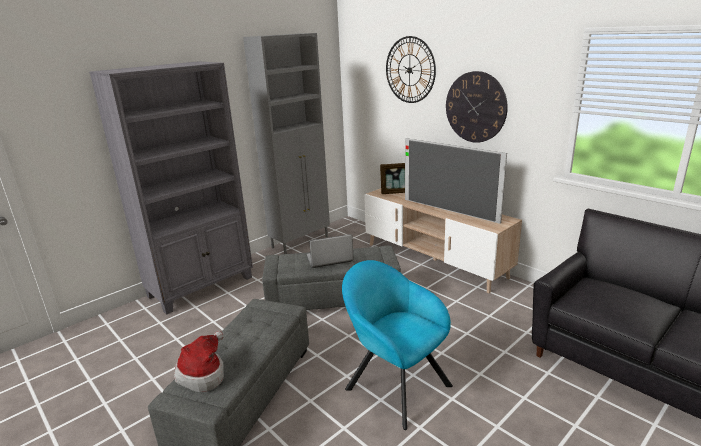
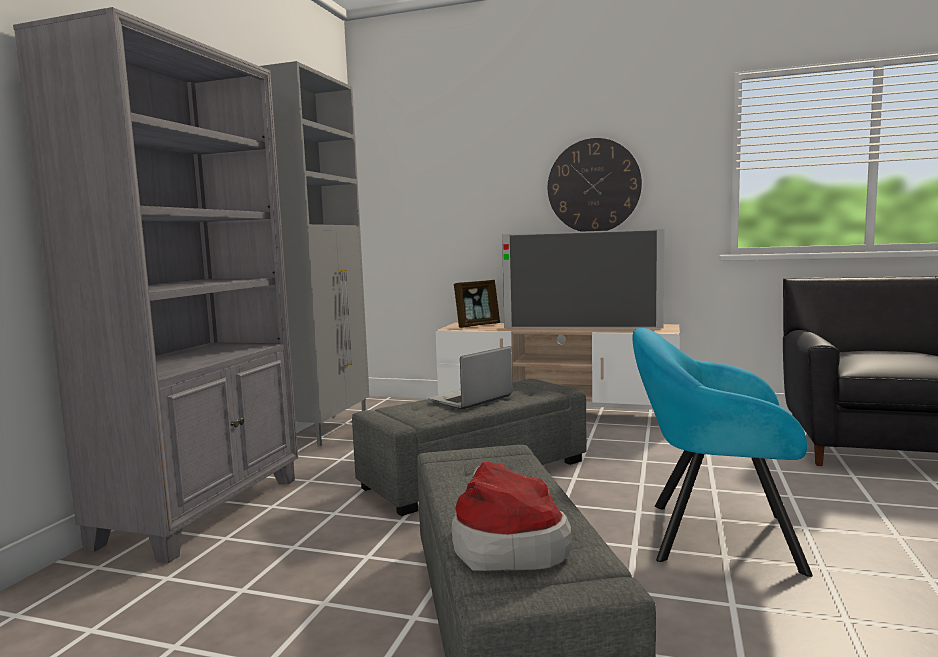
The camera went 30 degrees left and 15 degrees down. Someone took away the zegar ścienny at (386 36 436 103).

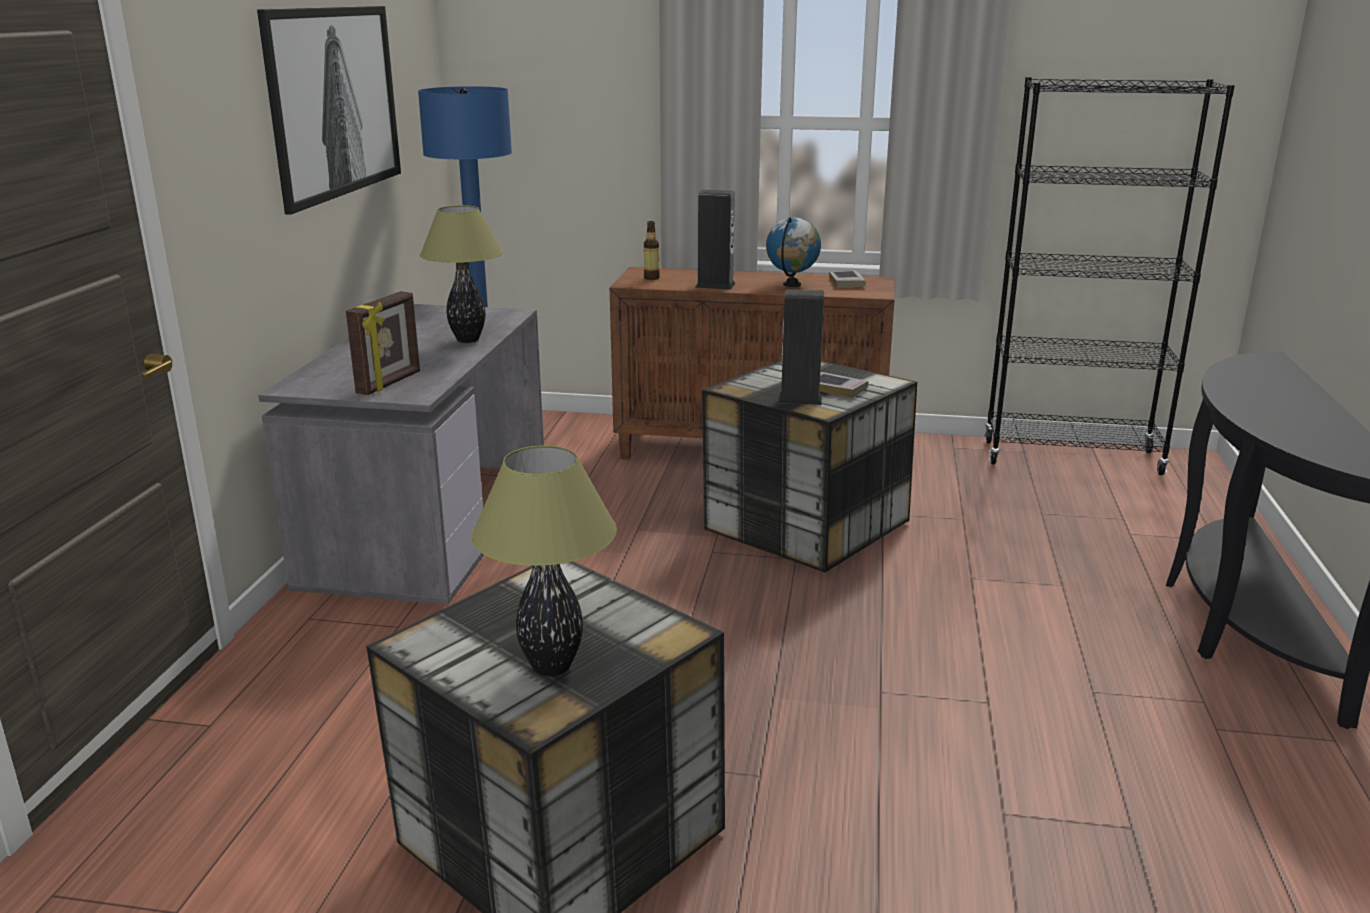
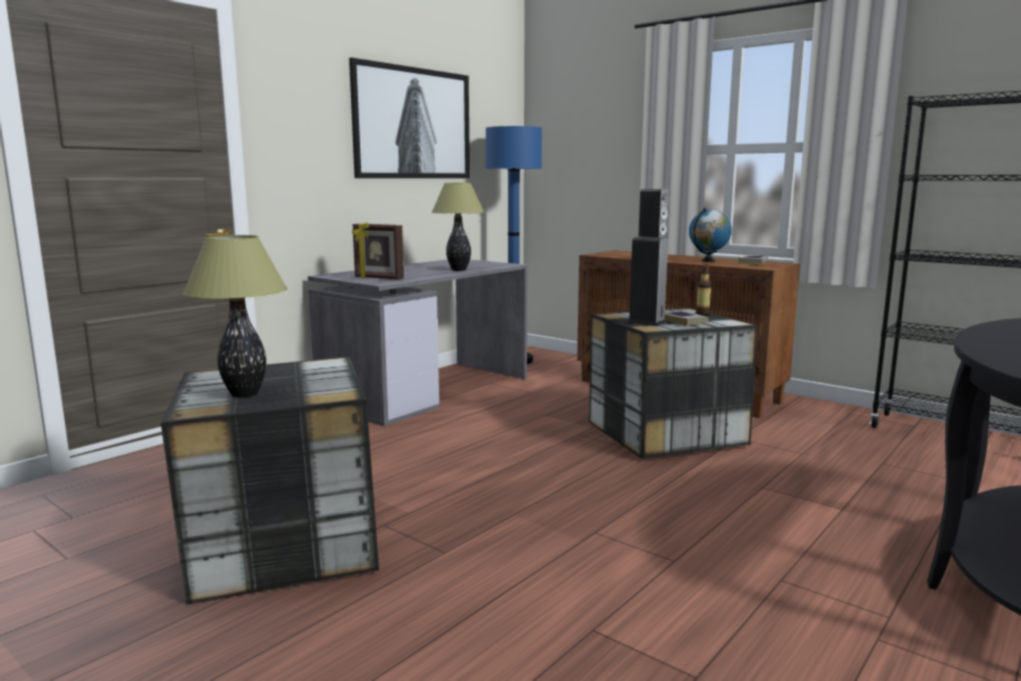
The camera went 30 degrees right and 10 degrees down. Someone carried the butelka from (644 221 660 280) to (696 265 711 315). Someone rotated the ramka na zdjęcie at (346 291 420 395) by 60 degrees clockwise.

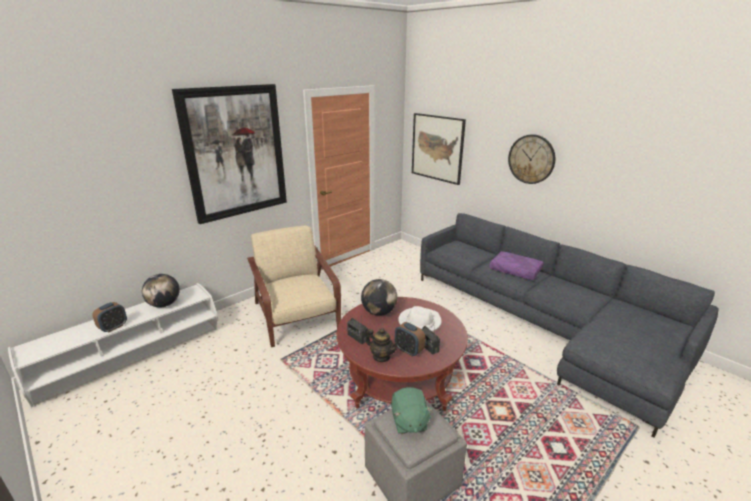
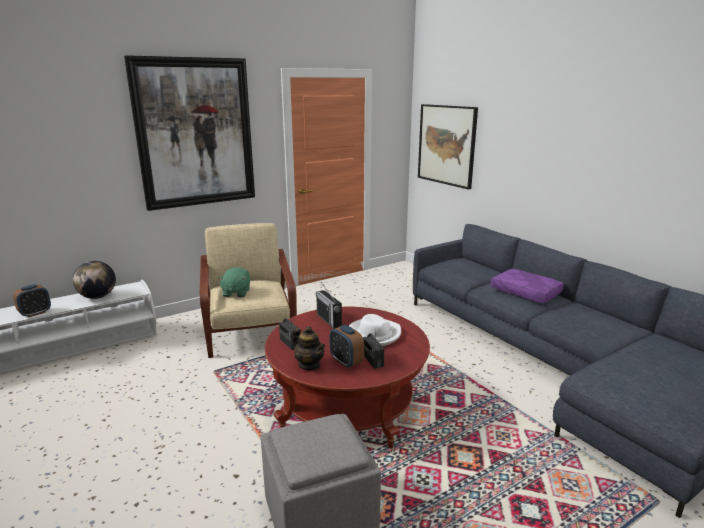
The camera went 10 degrees right and 5 degrees down. Someone took away the zegar ścienny at (508 134 555 184). Someone carried the pluszak/zielony from (391 387 433 434) to (218 267 250 297). Someone swapped the globus at (361 279 397 316) for the radio at (316 282 342 329).

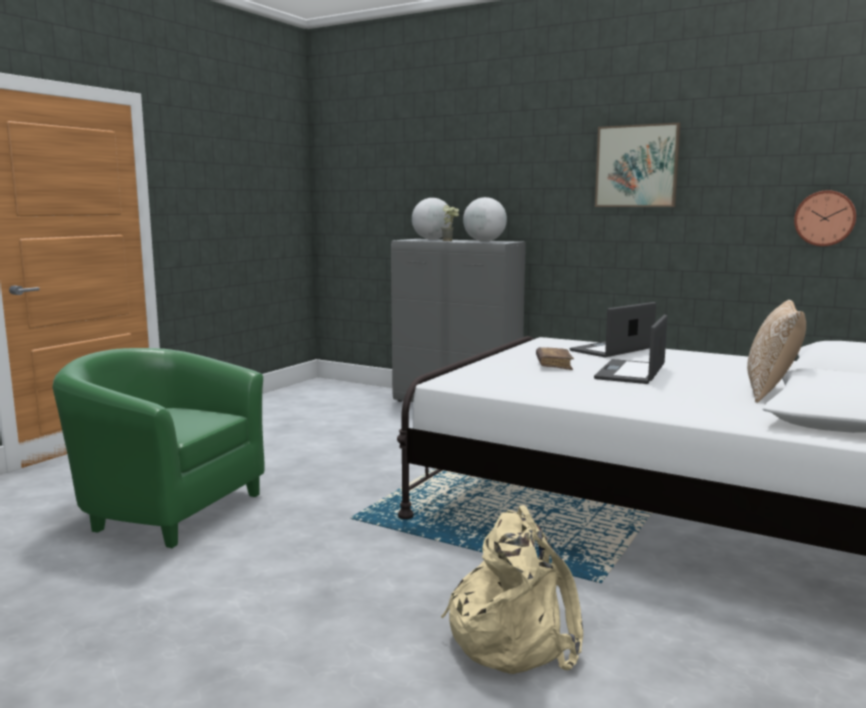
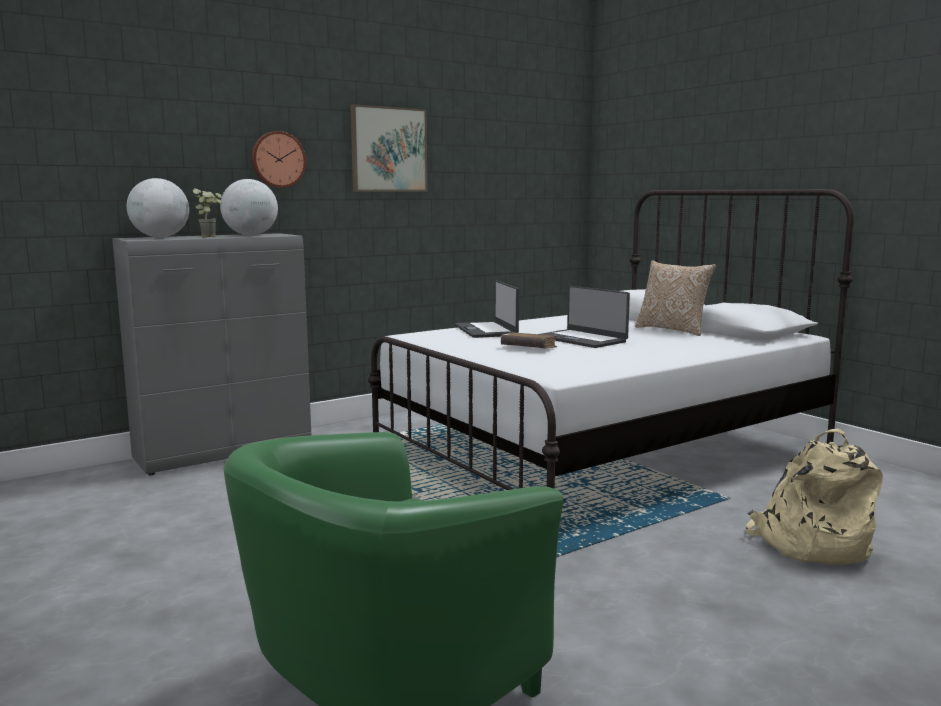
The camera went 65 degrees left and 0 degrees up. Someone carried the zegar ścienny from (794 190 856 246) to (251 131 306 188).

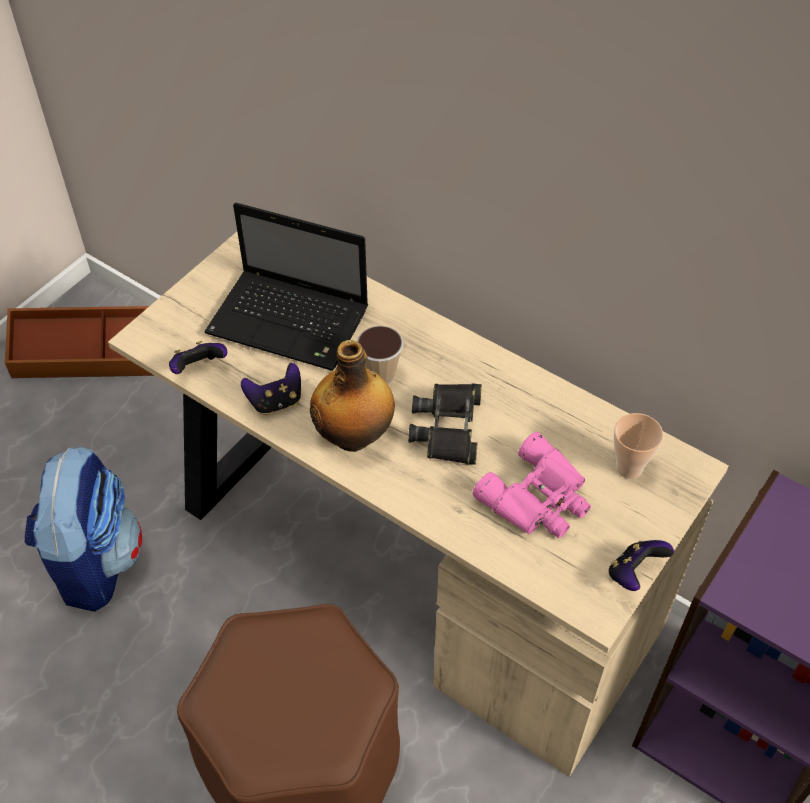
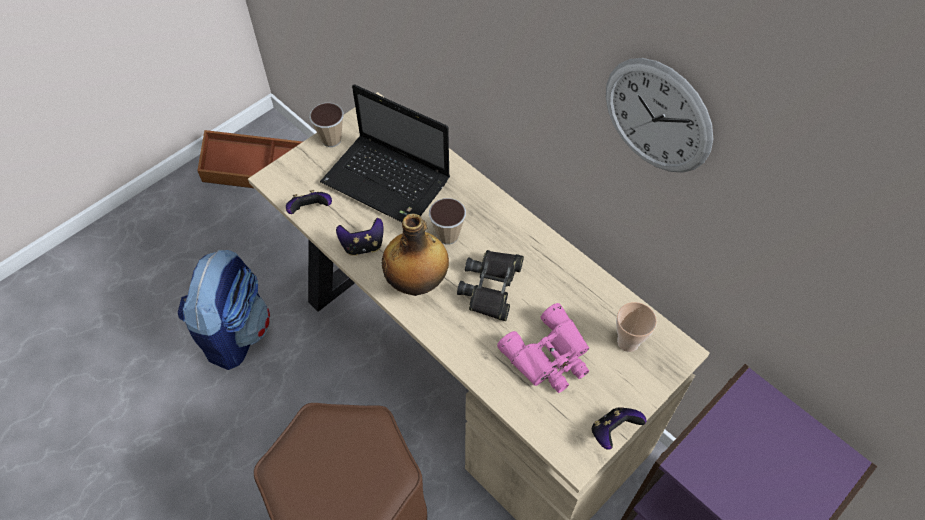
The camera went 10 degrees right and 5 degrees up. Someone put down the filiżanka at (309 103 344 147). Someone put up the zegar ścienny at (606 58 714 173).

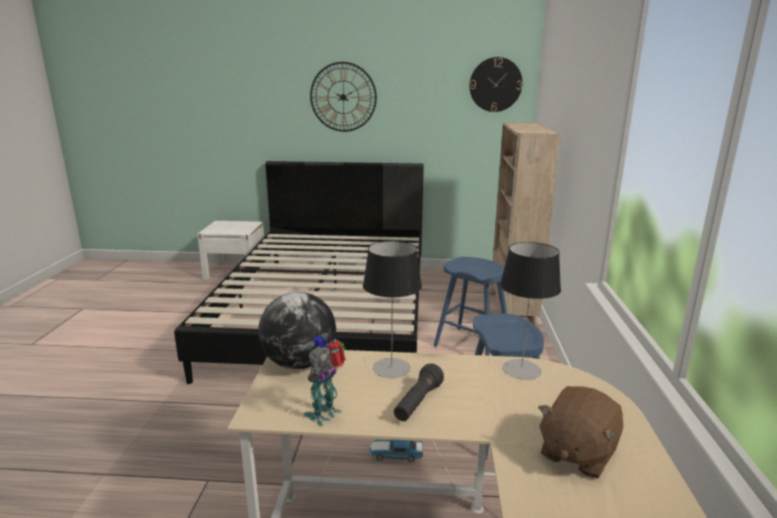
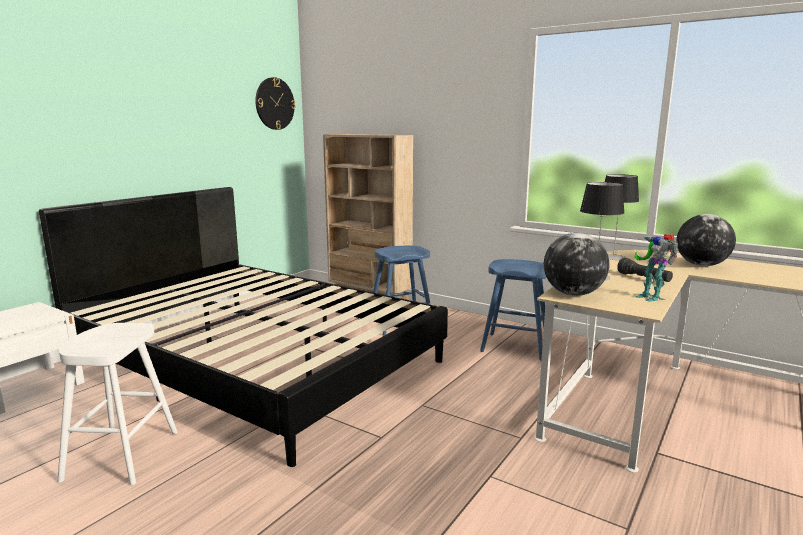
The camera went 60 degrees left and 5 degrees down. Someone took away the zegar ścienny at (310 62 377 132). Someone took away the samochodzik at (368 439 423 462). Someone put down the stołek/biały at (57 323 178 485). Someone swapped the pluszak/brązowy at (538 386 623 478) for the globus at (676 214 736 266).

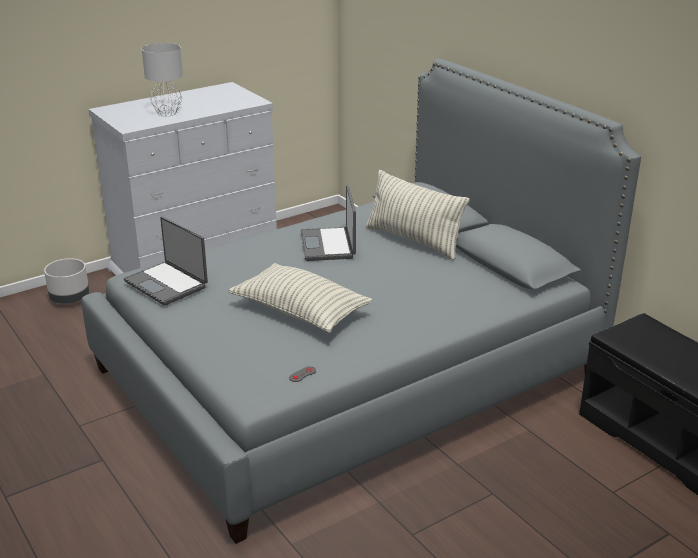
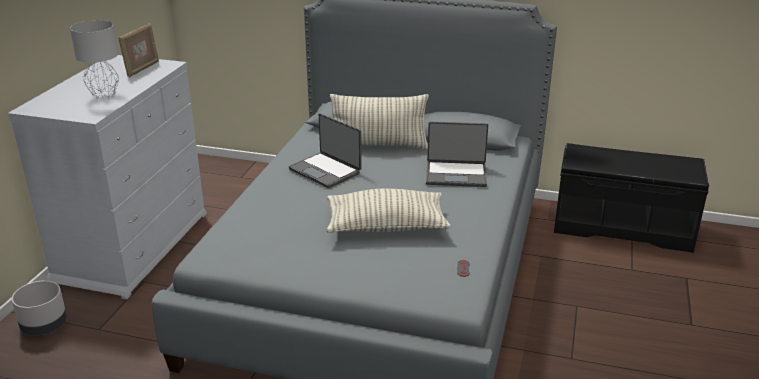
The camera went 40 degrees left and 0 degrees up. Someone put down the ramka na zdjęcie at (118 23 159 78). Someone carried the laptop from (124 217 208 306) to (426 121 488 187).

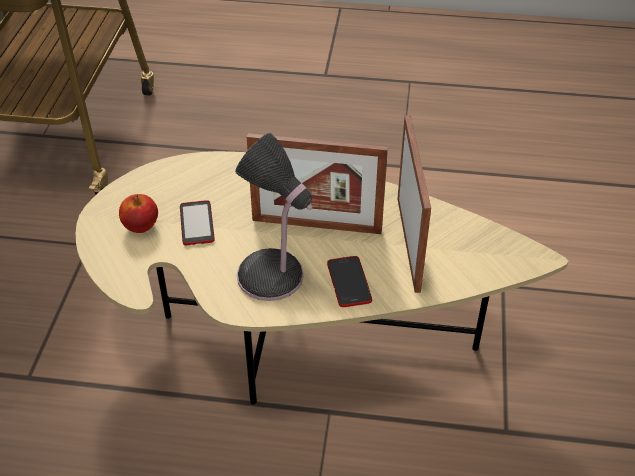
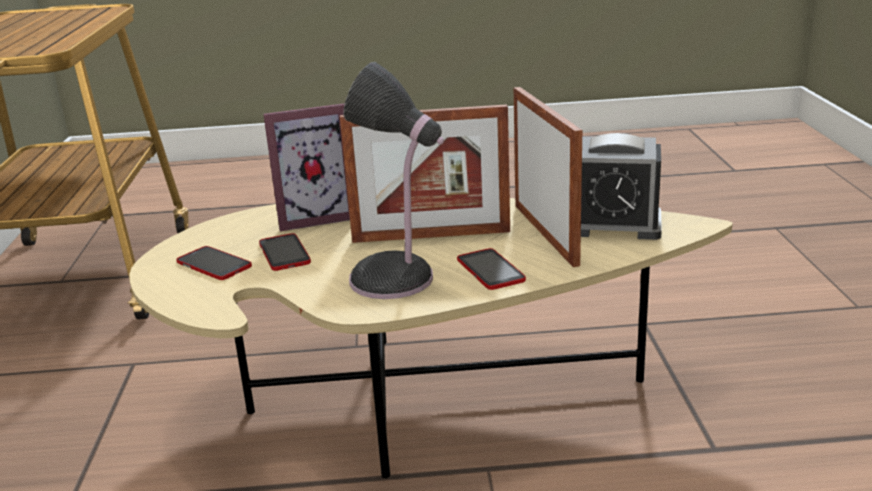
The camera went 10 degrees left and 20 degrees down. Someone put down the ramka na zdjęcie at (263 103 350 231). Someone put down the budzik at (581 133 662 240). Someone swapped the jabłko at (119 194 158 233) for the telefon at (176 246 252 280).

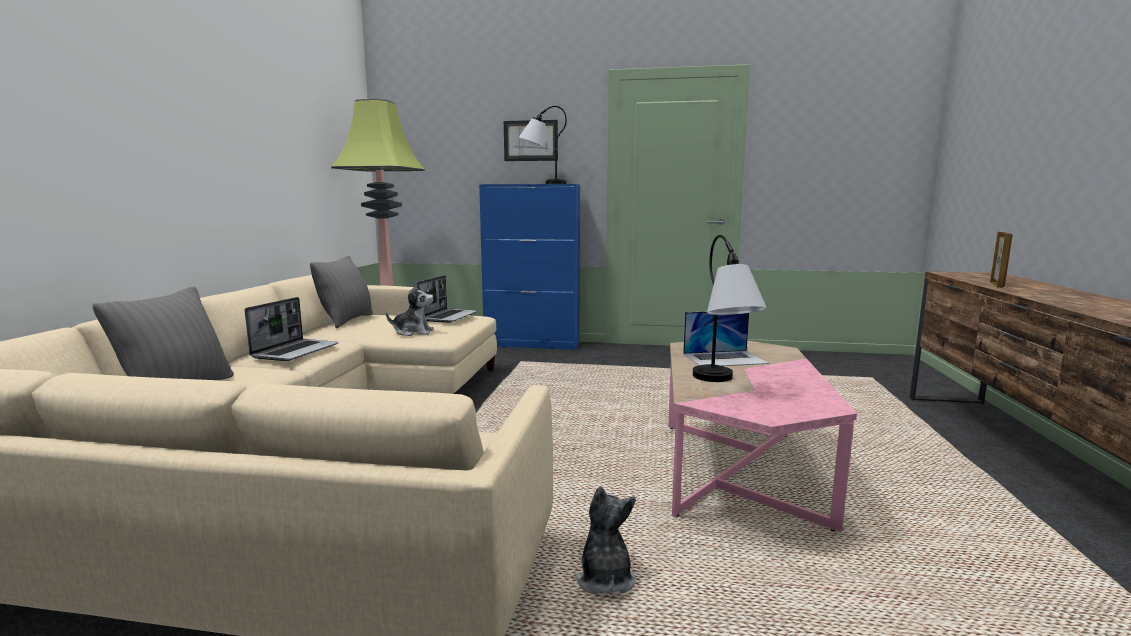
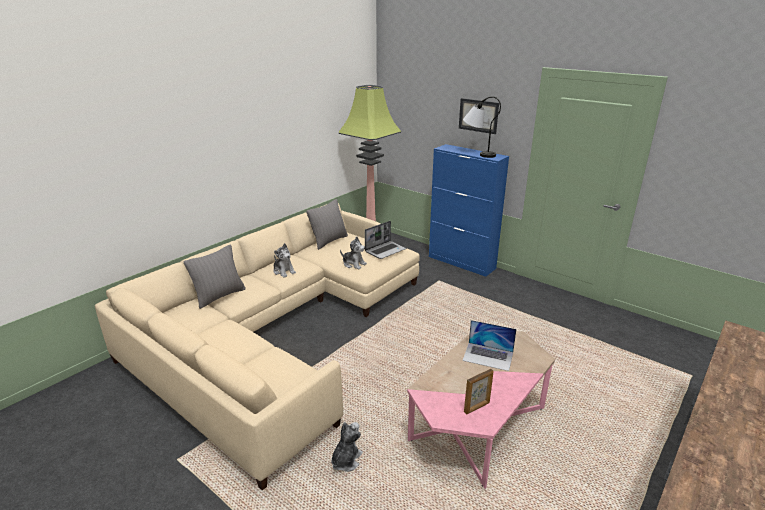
The camera went 30 degrees right and 15 degrees up. Someone took away the lampa stołowa at (693 235 767 382). Someone carried the ramka na zdjęcie from (990 232 1013 288) to (464 369 494 414). Someone swapped the laptop at (245 297 339 361) for the pluszak at (273 243 296 278).

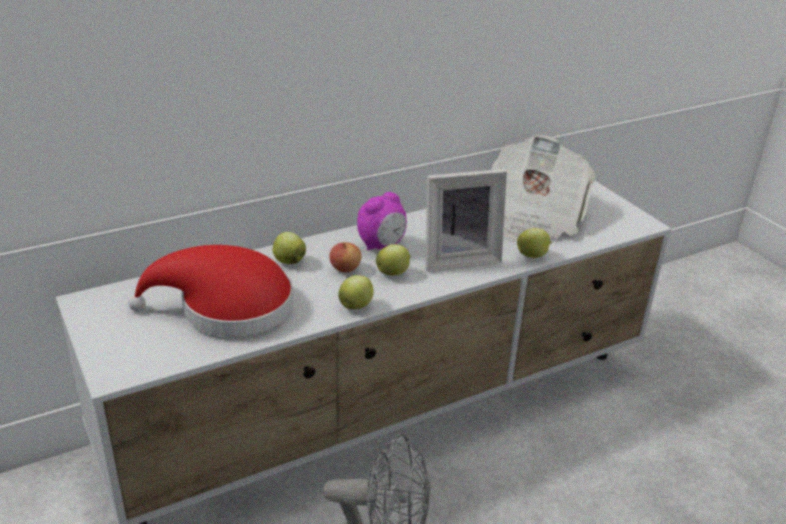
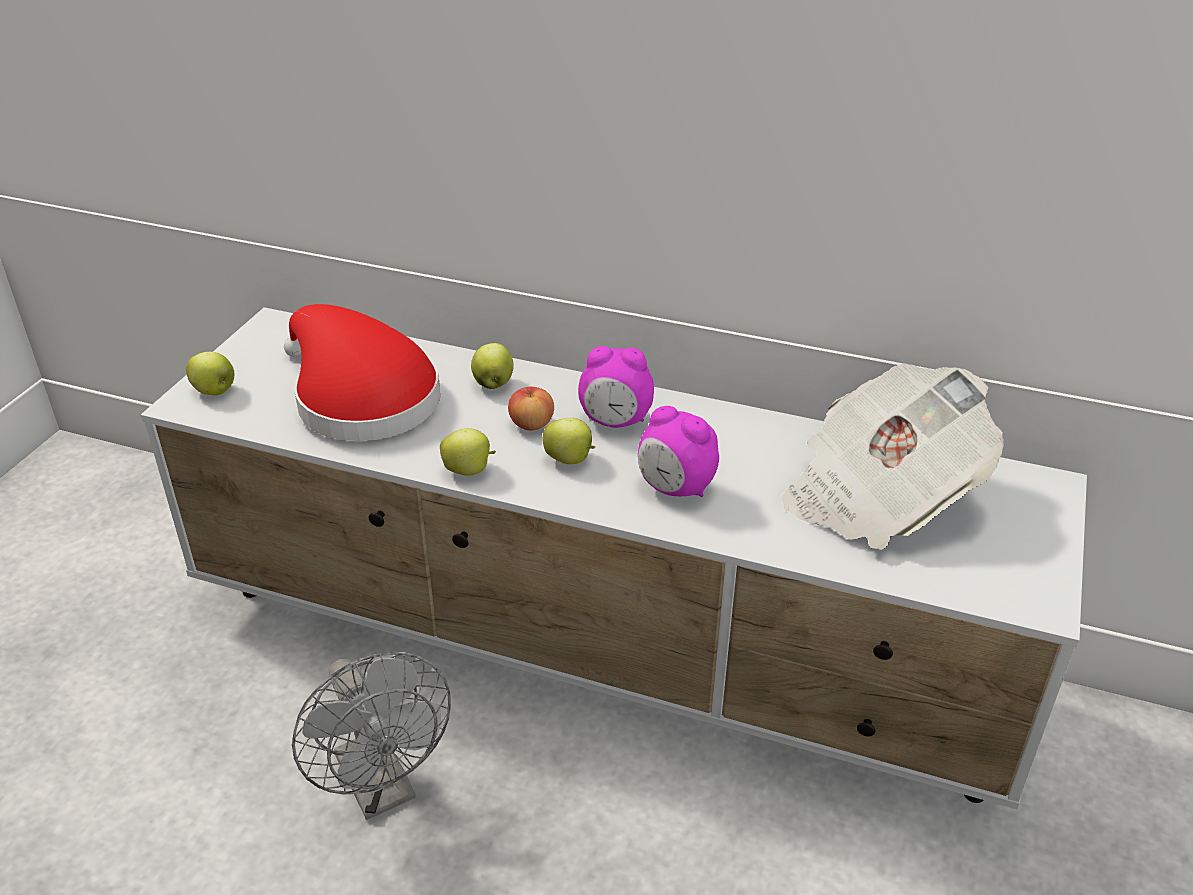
The camera went 50 degrees right and 5 degrees up. Someone carried the jabłko from (517 228 552 258) to (186 352 234 395). Someone swapped the ramka na zdjęcie at (426 169 507 271) for the budzik at (638 406 719 497).

